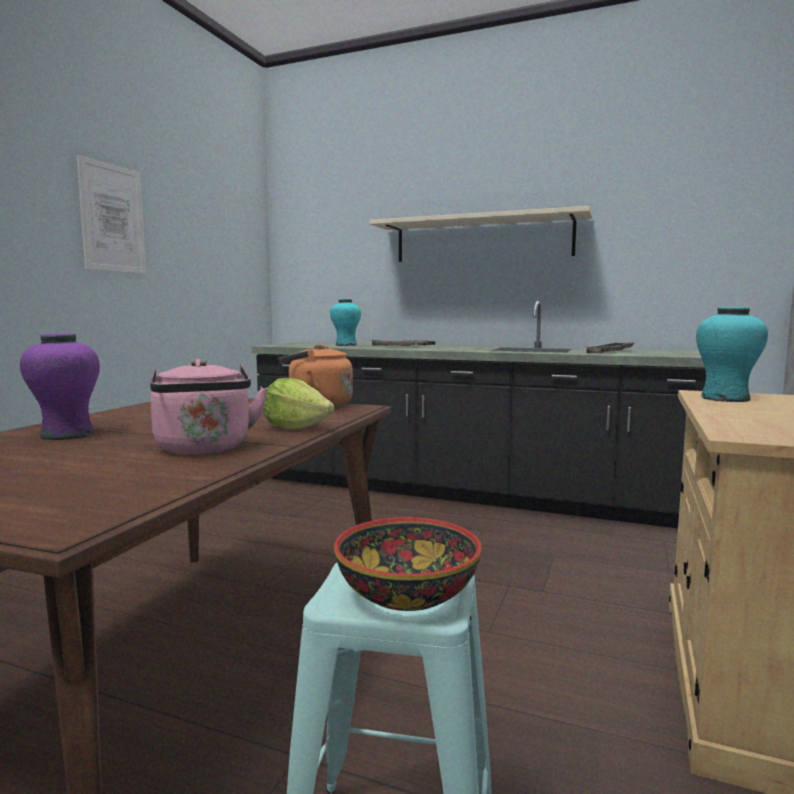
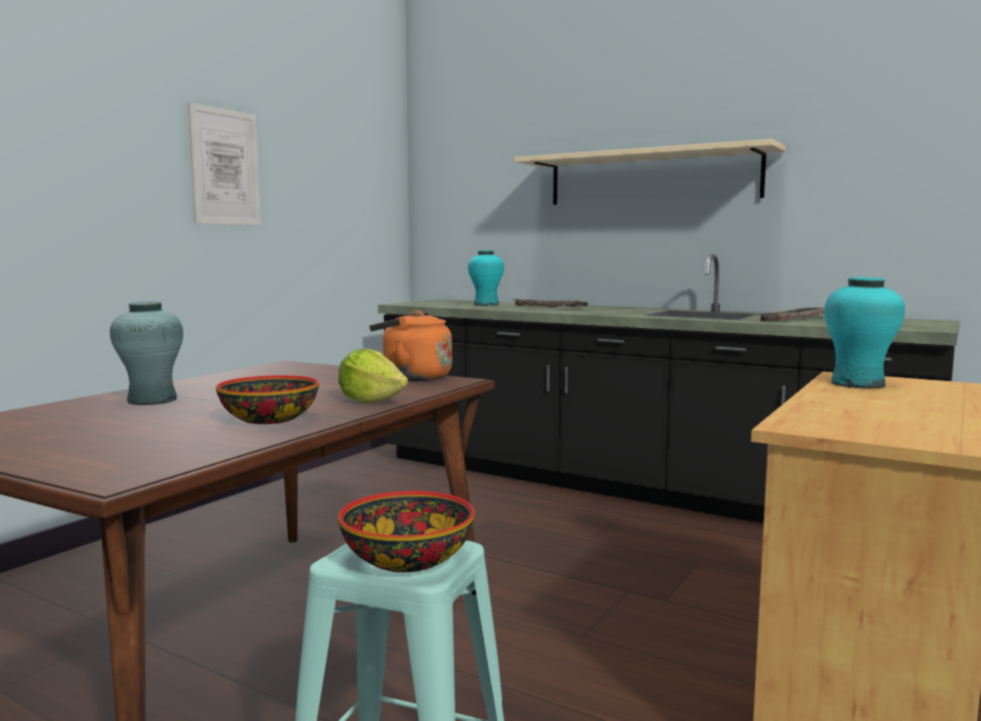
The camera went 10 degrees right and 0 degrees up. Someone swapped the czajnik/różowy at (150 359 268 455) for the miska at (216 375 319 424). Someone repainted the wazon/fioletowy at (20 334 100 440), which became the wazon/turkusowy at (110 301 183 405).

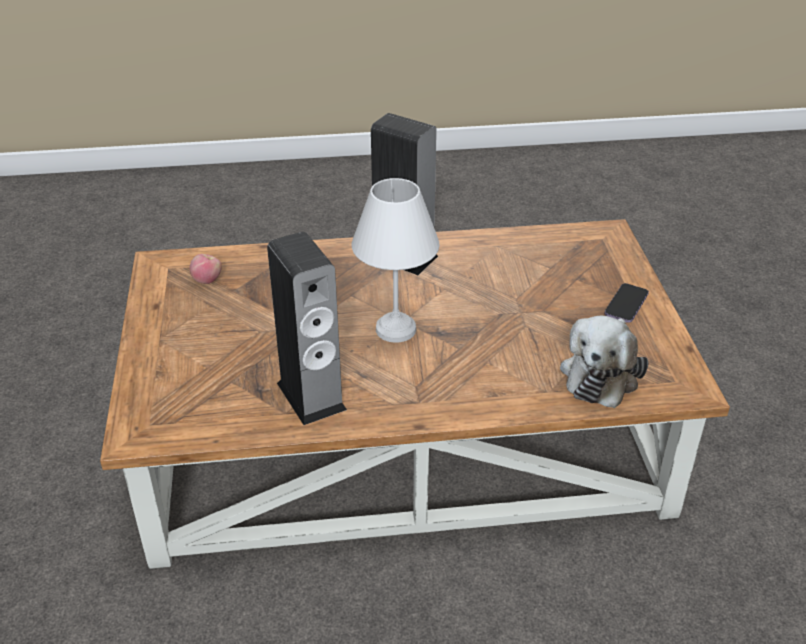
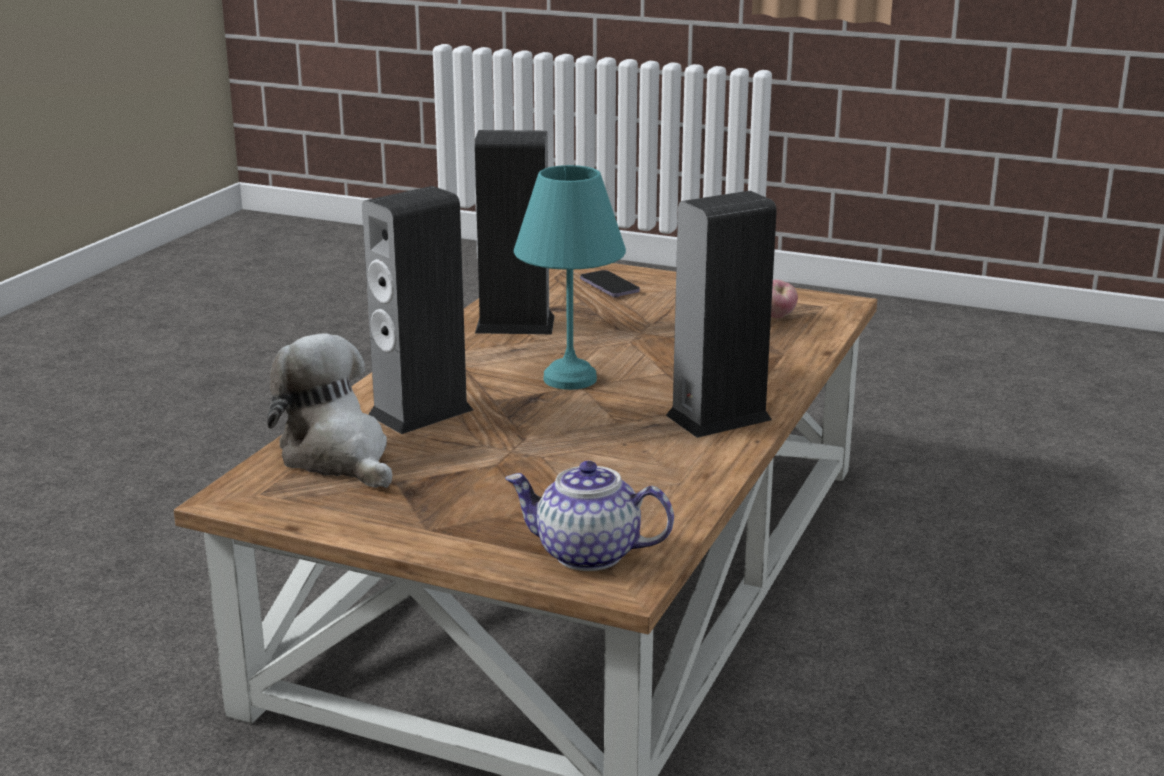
The camera went 120 degrees right and 15 degrees down. Someone put down the głośnik at (362 186 473 434). Someone put down the imbryk at (505 461 674 571). Someone carried the telefon from (605 283 649 323) to (580 270 640 297). Someone repainted the lampa stołowa/biały at (352 178 439 343), which became the lampa stołowa/turkusowy at (514 165 626 390).

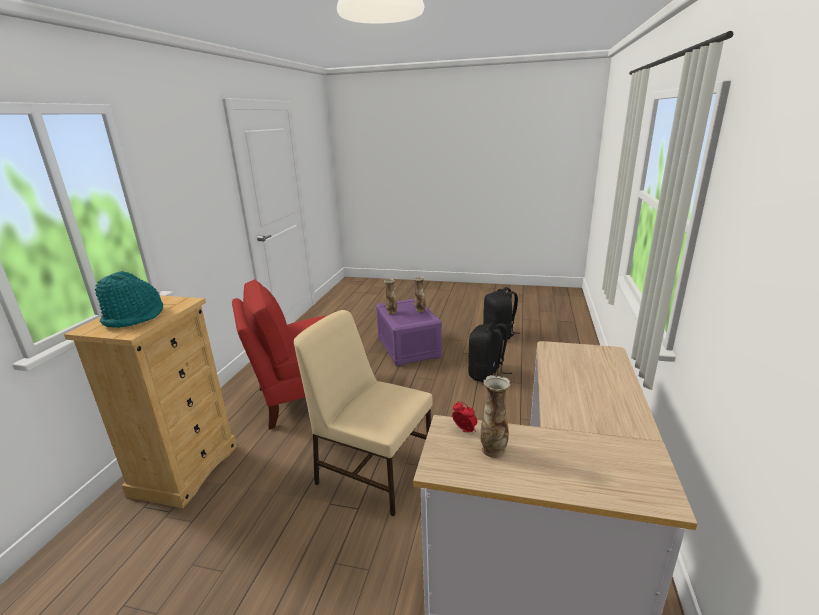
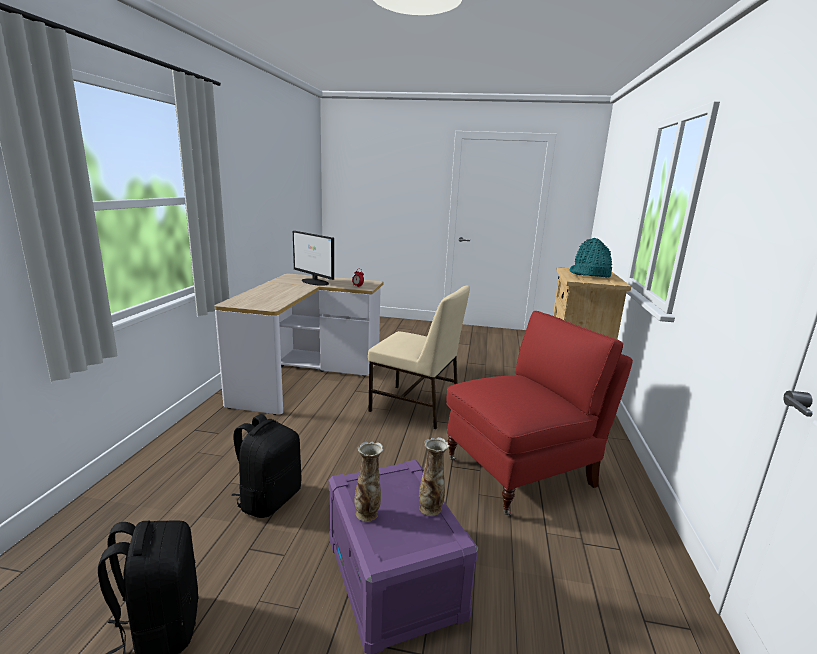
The camera went 175 degrees right and 5 degrees down. Someone took away the wazon at (480 375 510 458). Someone put down the monitor at (293 231 334 286).

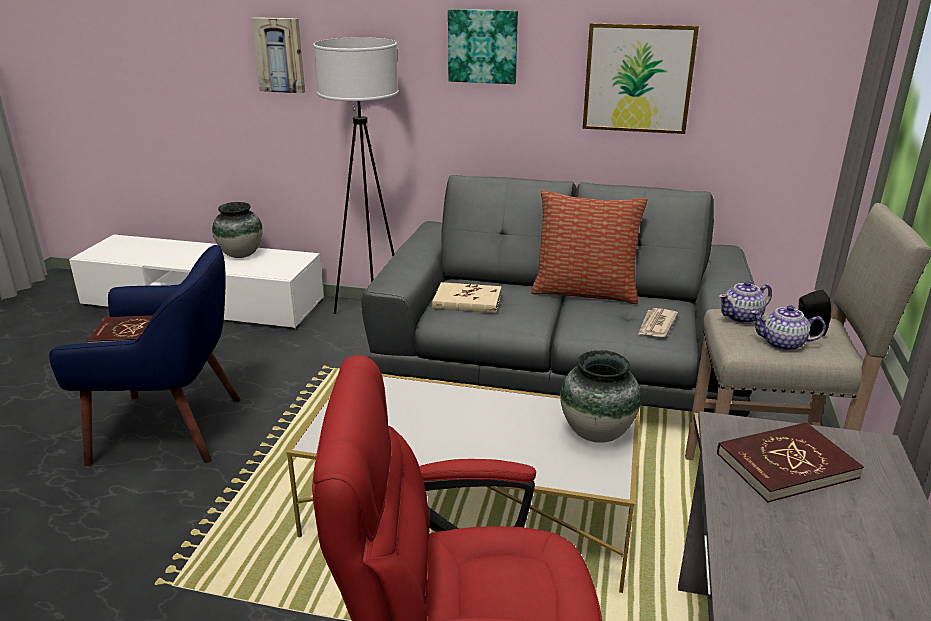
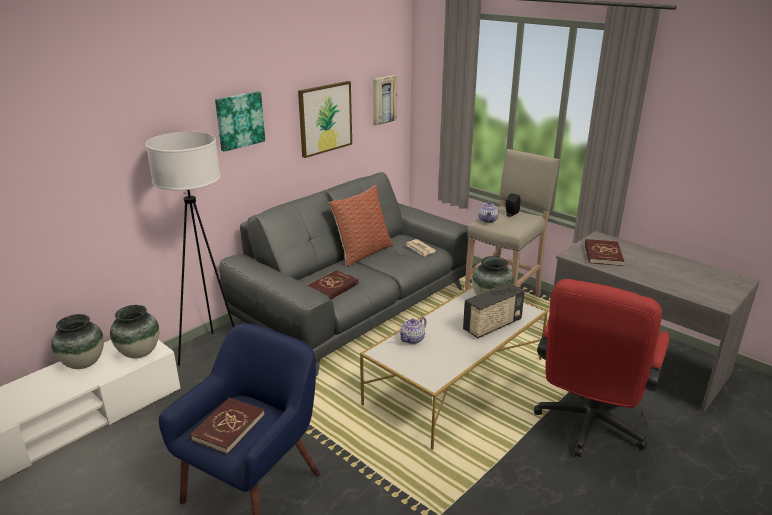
The camera went 60 degrees left and 0 degrees up. Someone put down the wazon at (110 305 160 358). Someone put down the radio at (463 282 525 338). Someone carried the obraz from (251 17 305 93) to (373 75 397 126). Someone carried the imbryk from (751 305 826 351) to (399 317 427 344). Someone repainted the książka/beżowy at (432 282 502 313), which became the książka/czerwony at (308 270 359 299).

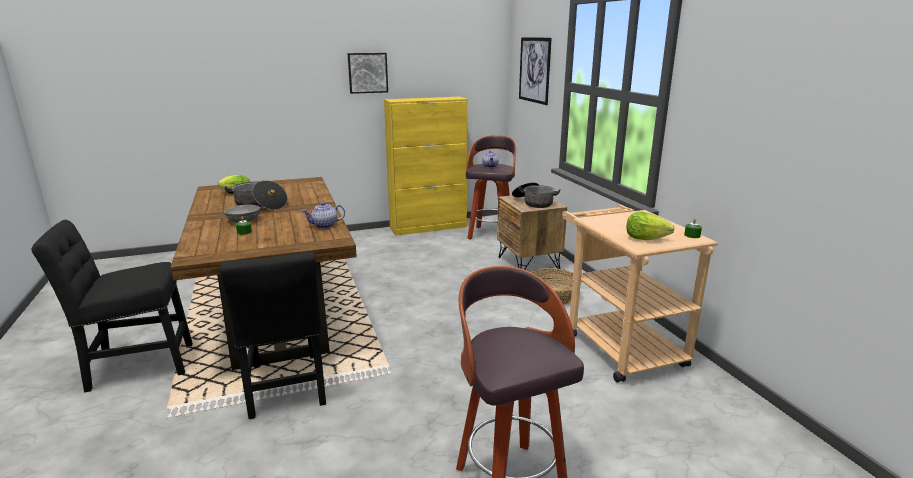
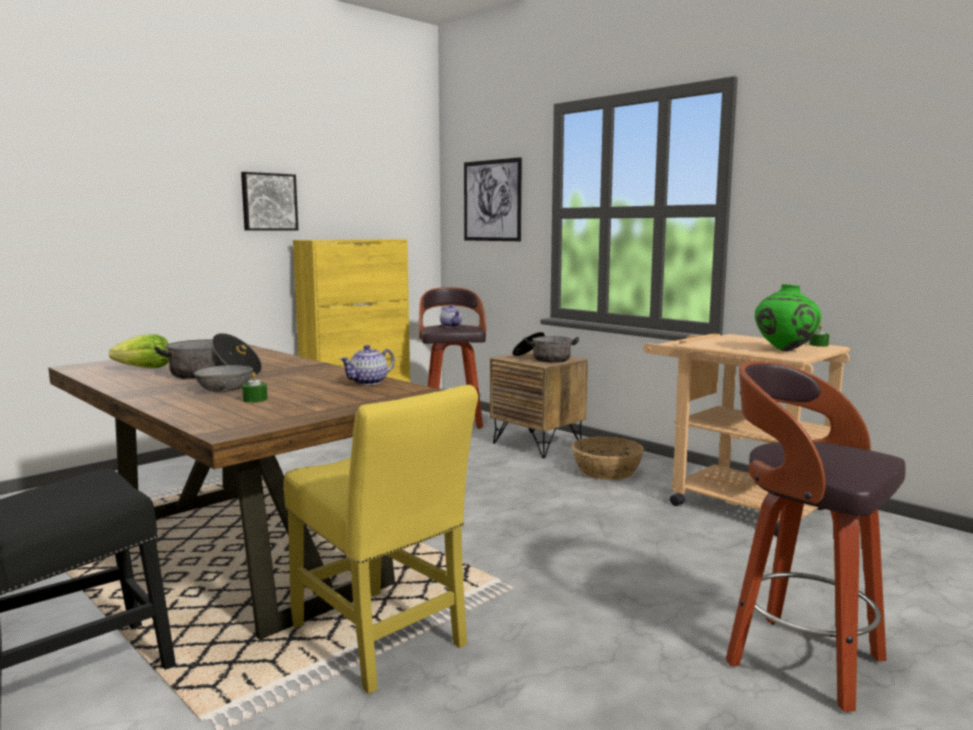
The camera went 25 degrees left and 10 degrees down. Someone swapped the sałata at (626 212 675 240) for the wazon/zielony at (755 284 822 351). Someone repainted the krzesło/czarny at (219 252 326 419), which became the krzesło/żółty at (284 385 478 694).

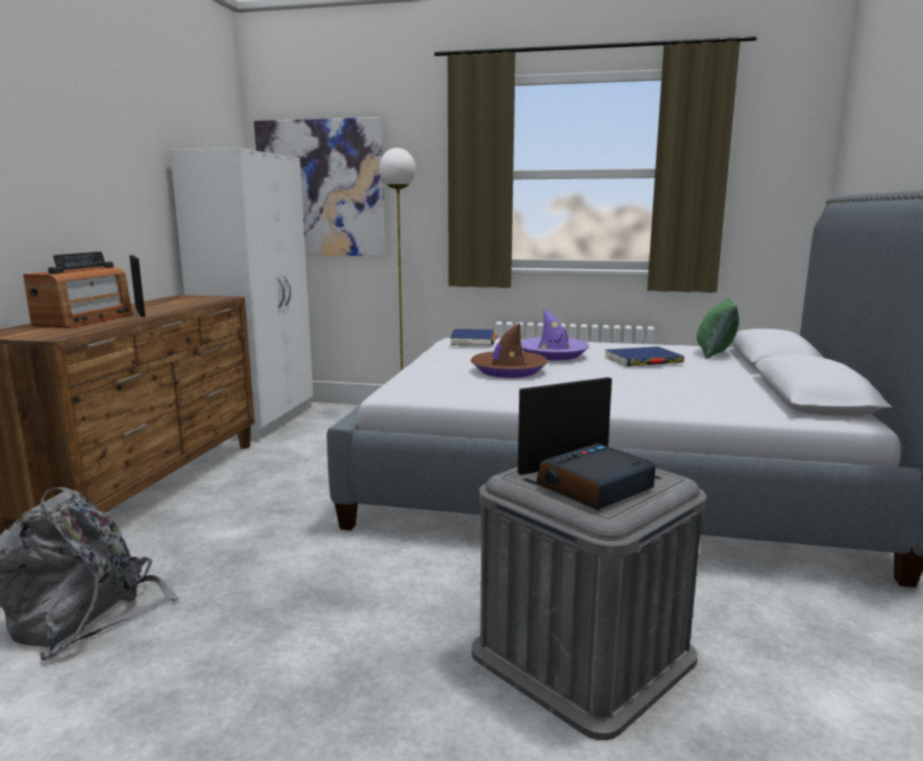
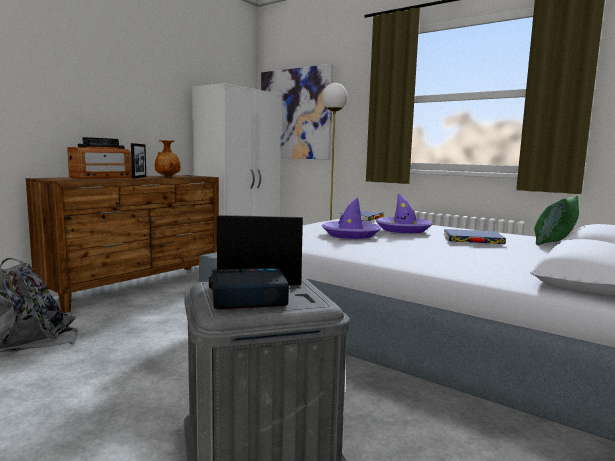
The camera went 25 degrees right and 5 degrees down. Someone put down the wazon/brązowy at (155 140 180 177). Someone repainted the kapelusz/brązowy at (470 323 548 378), which became the kapelusz/fioletowy at (322 197 381 239).

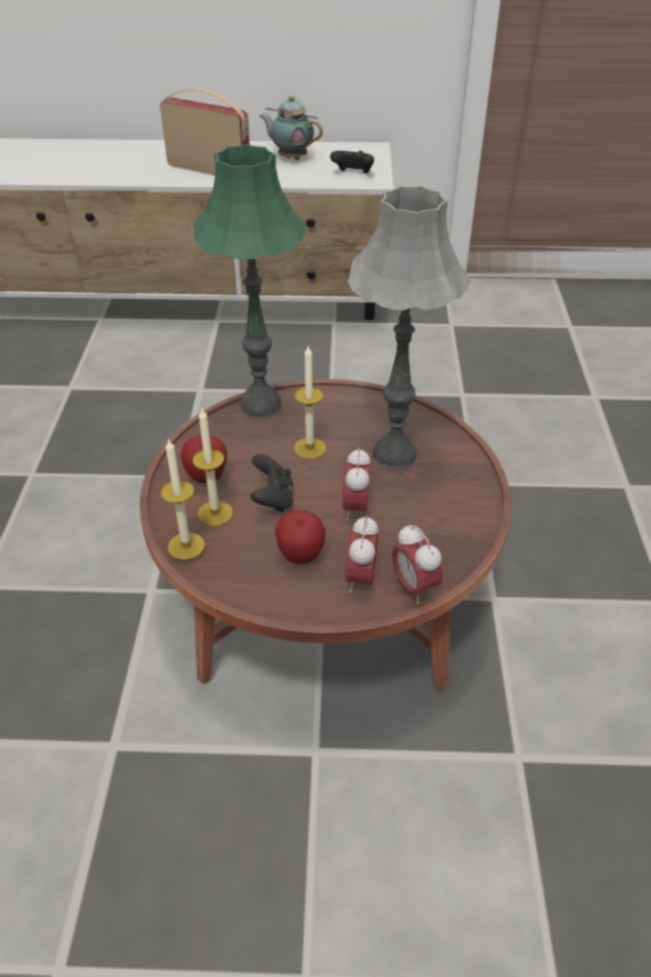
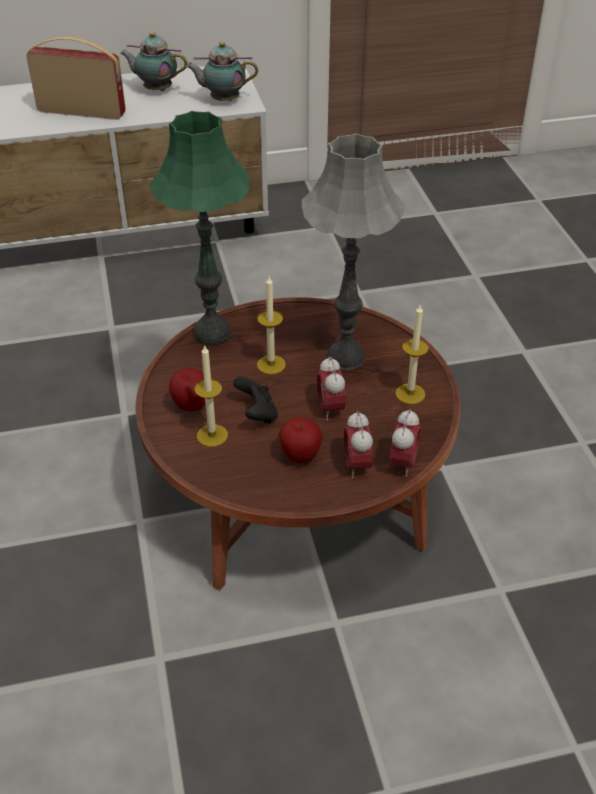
The camera went 15 degrees left and 0 degrees up. Someone carried the świeca from (160 438 205 560) to (395 305 429 404). Someone swapped the pad do gier/czarny at (330 151 374 174) for the imbryk at (186 42 258 101). Someone rotated the budzik at (392 524 443 604) by 120 degrees counterclockwise.

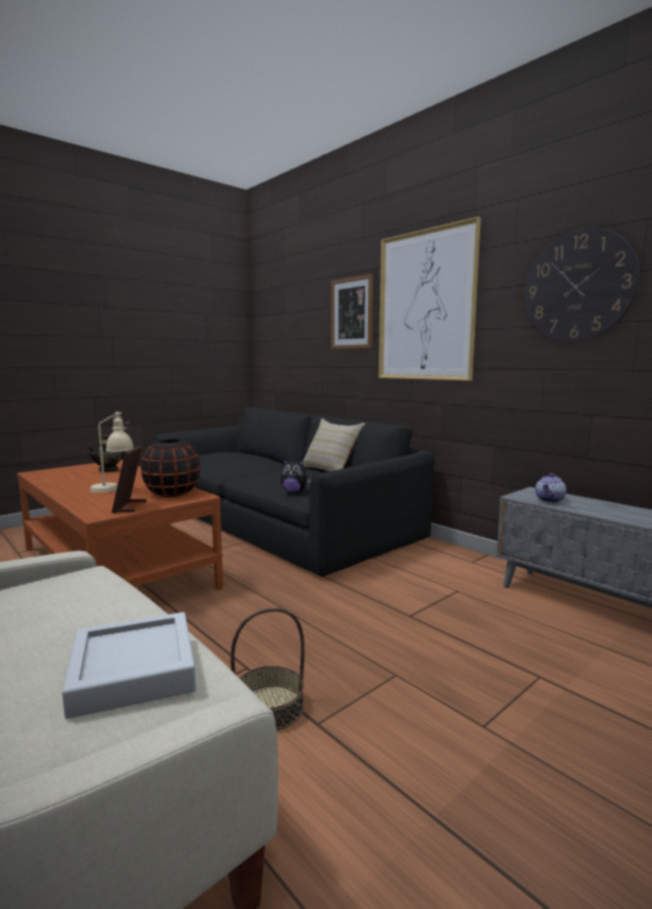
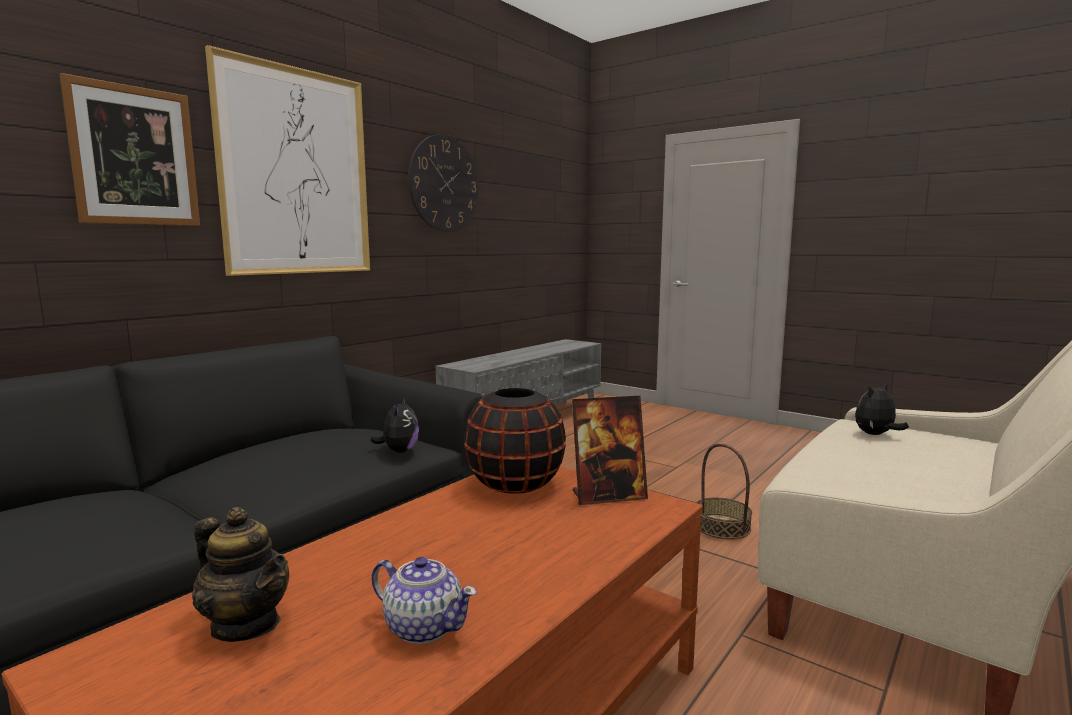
The camera went 100 degrees left and 0 degrees up. Someone took away the lampa stołowa/beżowy at (90 412 134 493). Someone took away the poduszka/beżowy at (303 419 365 472). Someone carried the imbryk from (535 473 566 503) to (372 557 477 644). Someone swapped the taca/szary at (62 612 196 719) for the pluszak at (855 383 909 435).

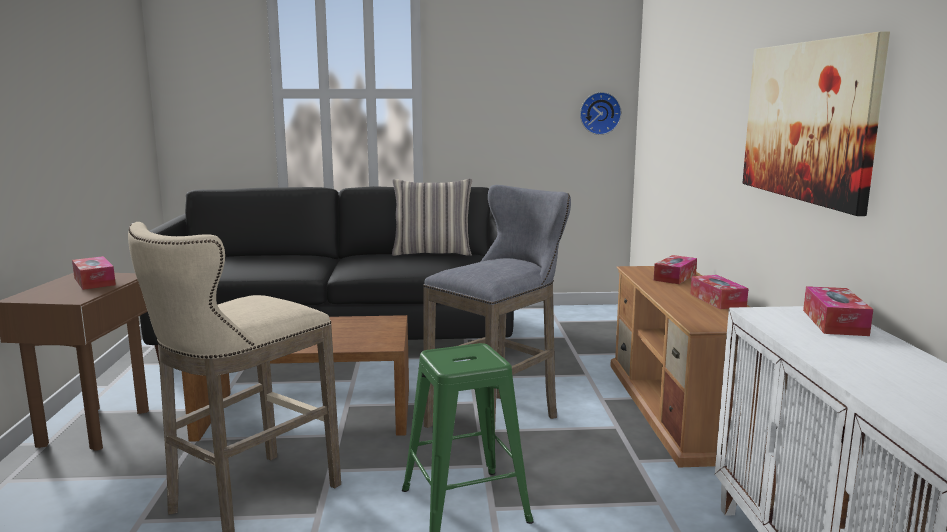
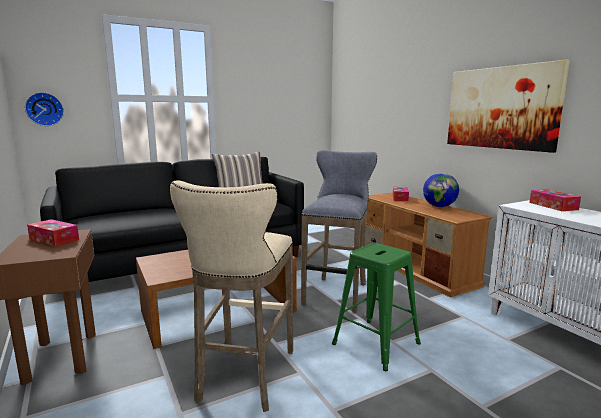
The camera went 25 degrees left and 0 degrees up. Someone carried the zegar ścienny from (580 92 622 135) to (25 92 64 126). Someone swapped the pudełko chusteczek at (690 275 749 309) for the globus at (423 173 459 207).

